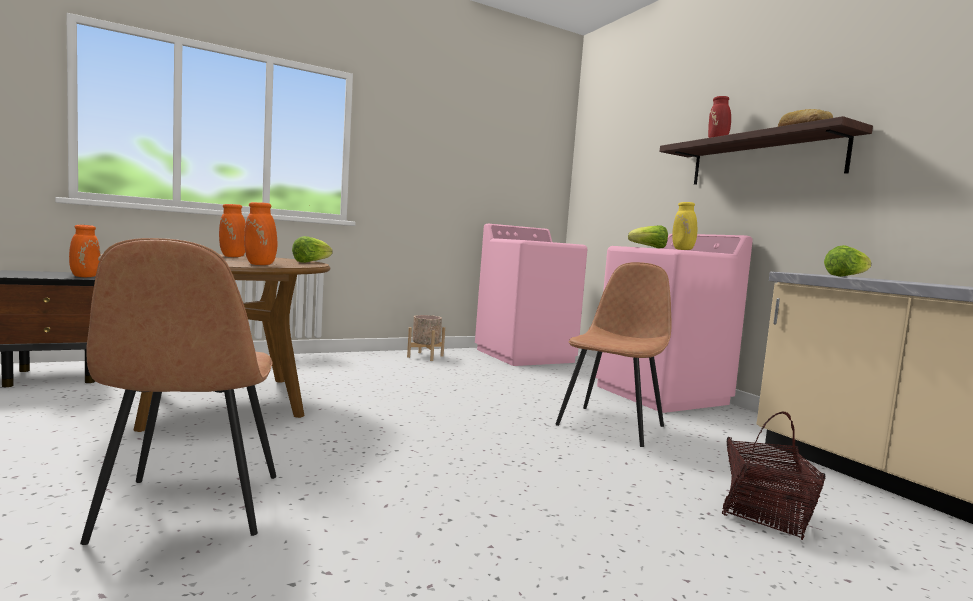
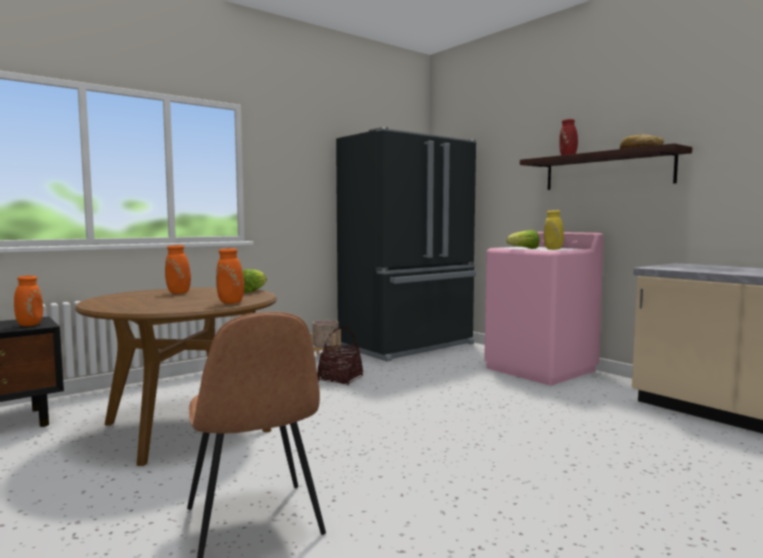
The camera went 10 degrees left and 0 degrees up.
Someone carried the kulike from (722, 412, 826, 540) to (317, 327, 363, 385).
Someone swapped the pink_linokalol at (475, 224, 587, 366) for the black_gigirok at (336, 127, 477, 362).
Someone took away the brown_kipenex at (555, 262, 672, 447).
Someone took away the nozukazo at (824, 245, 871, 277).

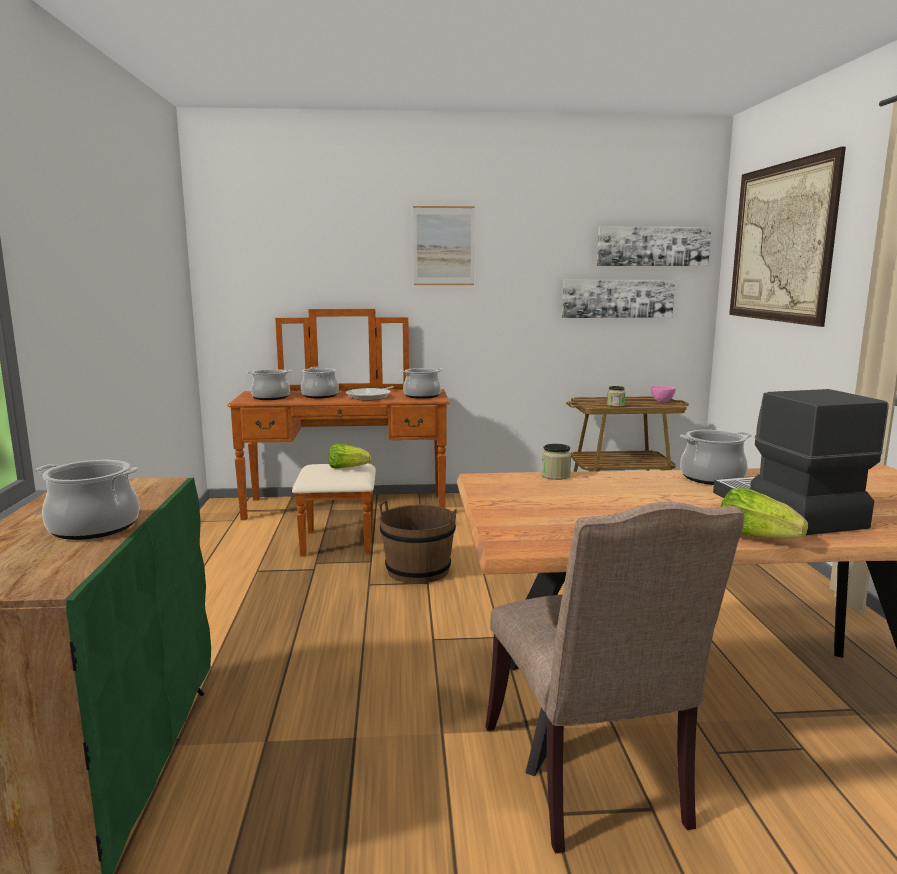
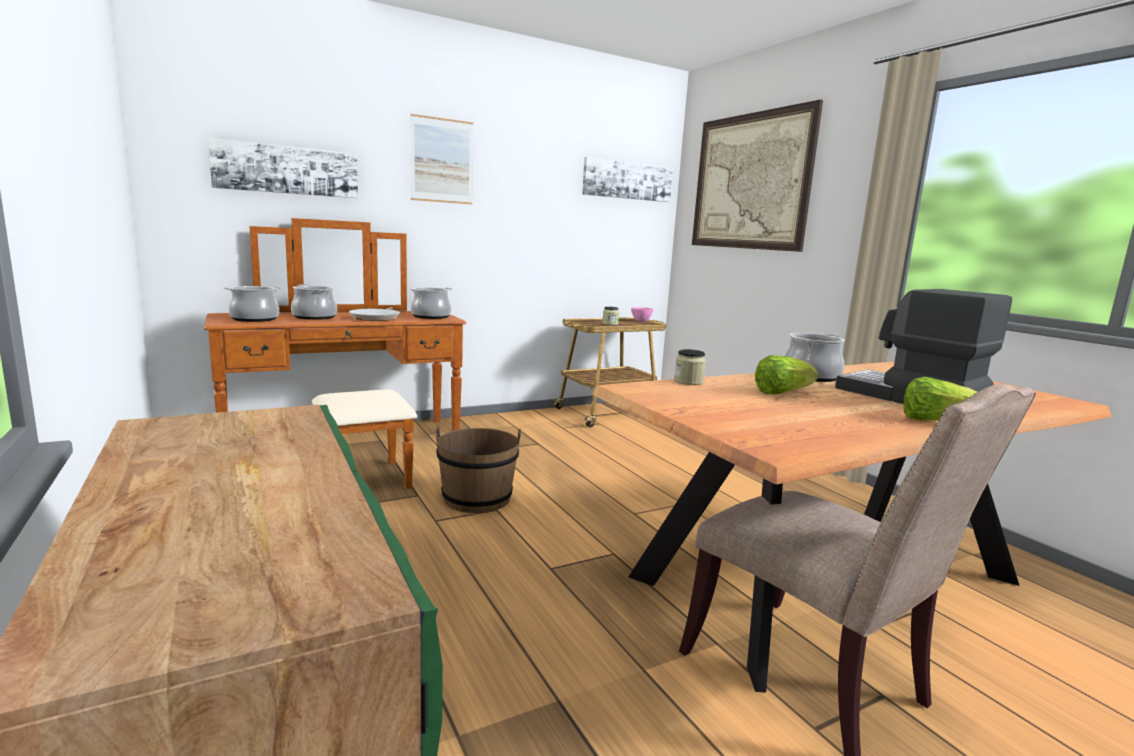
The camera went 25 degrees left and 0 degrees up.
Someone carried the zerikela from (562, 280, 675, 318) to (208, 138, 358, 198).
Someone carried the nozukazo from (328, 444, 371, 469) to (755, 355, 818, 395).
Someone took away the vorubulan at (35, 460, 139, 540).

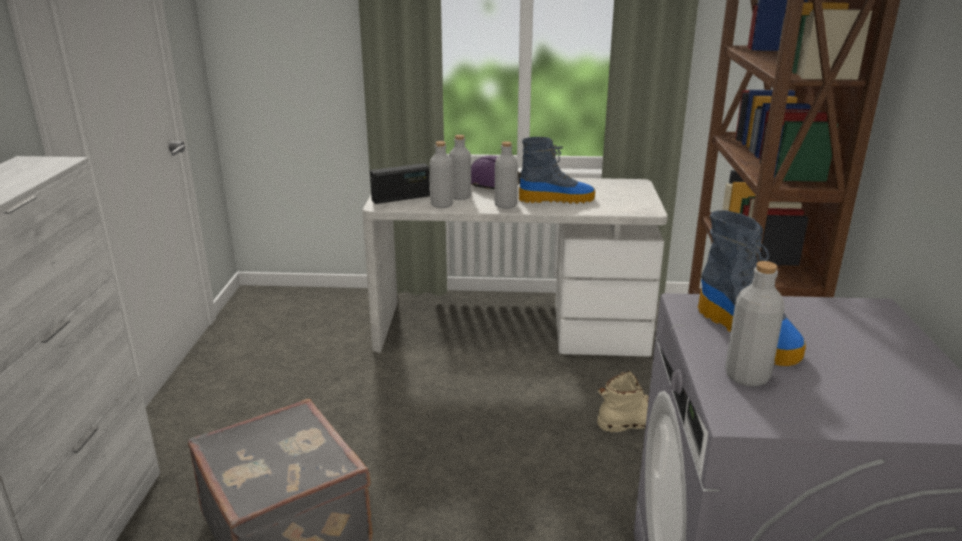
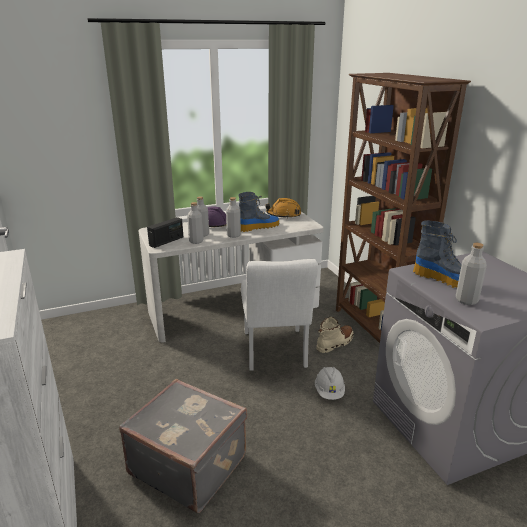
The camera went 25 degrees left and 0 degrees up.
Someone put down the white_kipenex at (241, 259, 318, 371).
Someone put down the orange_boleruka at (265, 198, 301, 219).
Someone put down the white_boleruka at (315, 367, 345, 400).

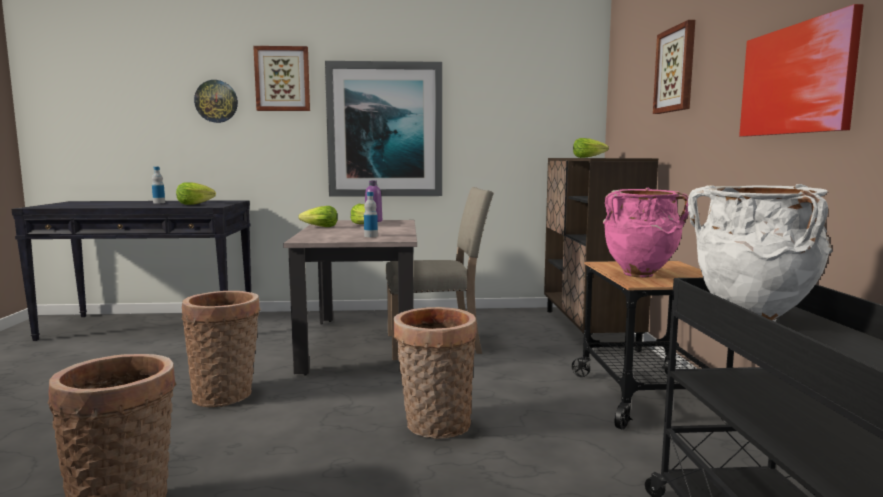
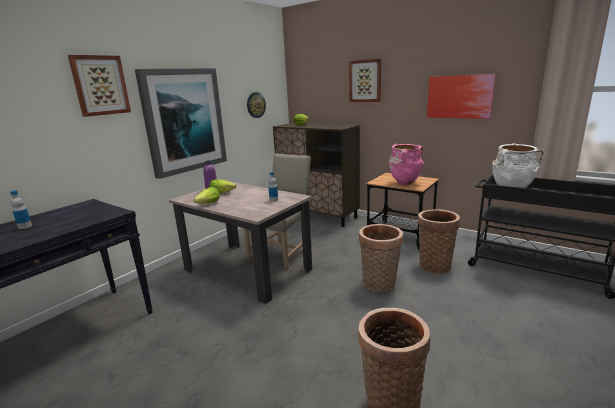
The camera went 50 degrees left and 10 degrees up.
Someone carried the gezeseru from (194, 80, 238, 123) to (247, 92, 266, 118).
Someone carried the kulike from (182, 291, 261, 407) to (418, 209, 460, 274).
Someone took away the nozukazo at (176, 182, 216, 205).

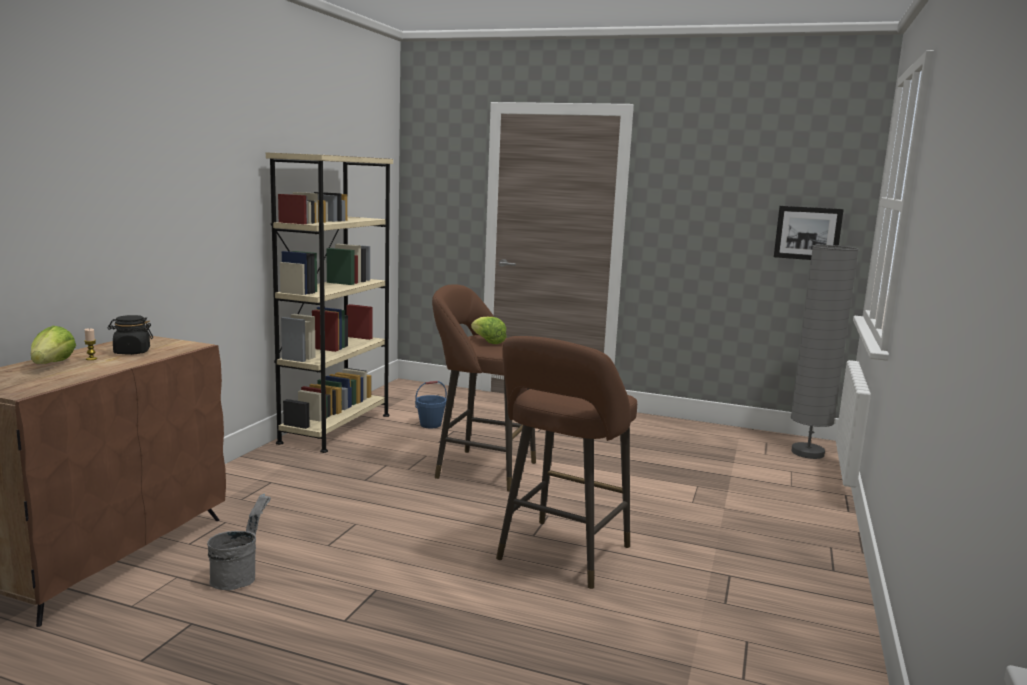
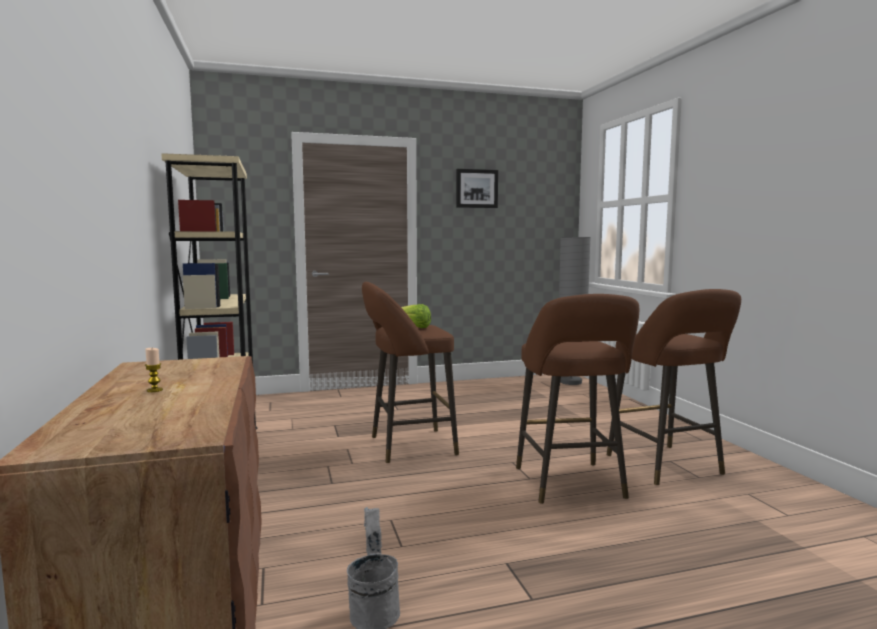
The camera went 35 degrees left and 5 degrees down.
Someone carried the zerikela from (774, 206, 844, 260) to (456, 169, 498, 208).
Someone put down the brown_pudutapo at (607, 289, 741, 485).
Someone took away the nozukazo at (31, 326, 76, 364).
Someone took away the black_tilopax at (108, 315, 153, 355).
Someone took away the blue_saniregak at (415, 381, 447, 428).

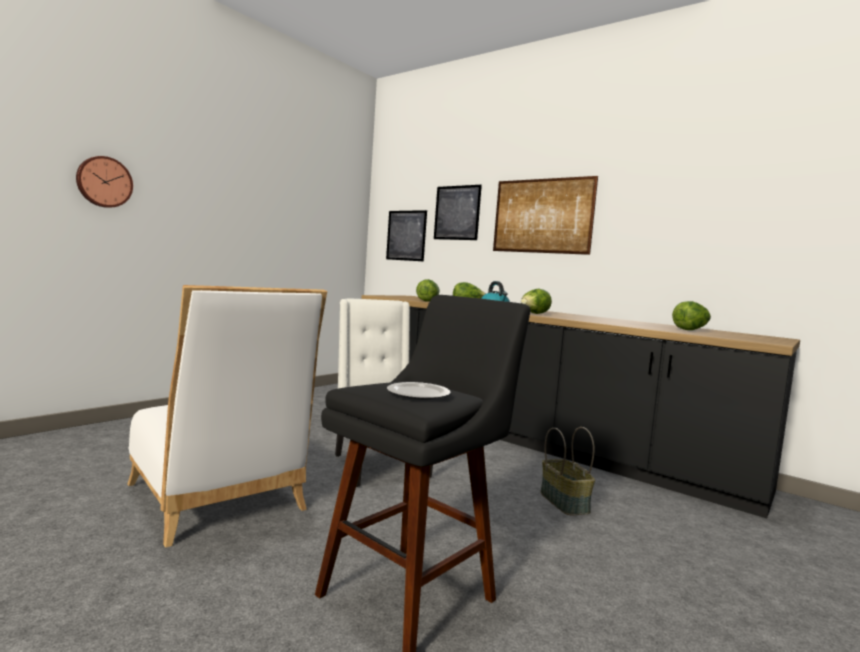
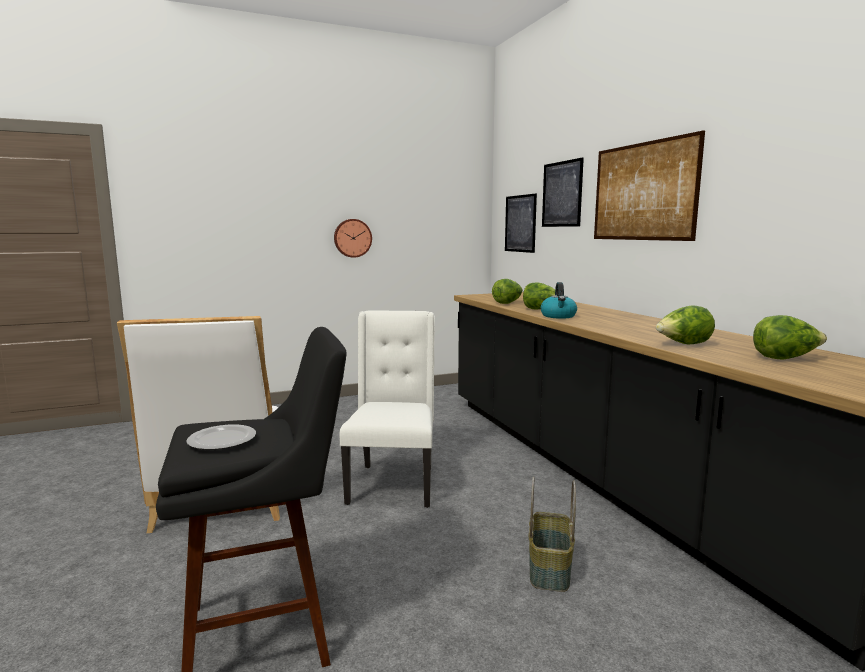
The camera went 30 degrees right and 5 degrees up.
Someone carried the gezeseru from (76, 156, 133, 208) to (334, 219, 372, 258).
Someone carried the nozukazo from (521, 289, 552, 314) to (656, 306, 715, 345).

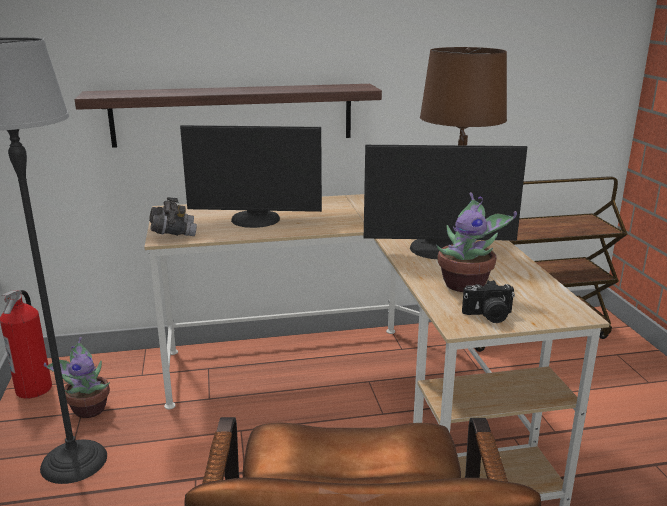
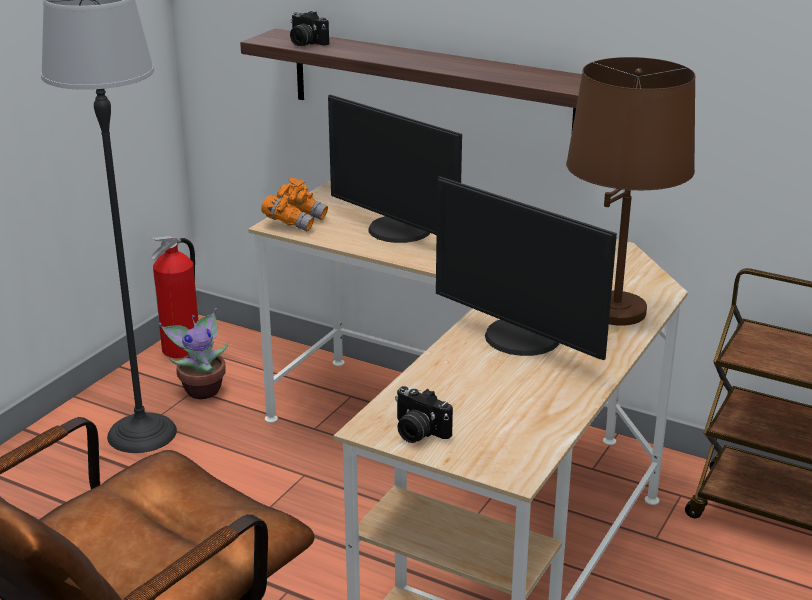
The camera went 40 degrees right and 5 degrees up.
Someone repainted the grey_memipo at (149, 197, 197, 236), which became the orange_memipo at (261, 178, 328, 232).
Someone put down the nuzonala at (290, 11, 329, 46).
Someone took away the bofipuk at (436, 192, 517, 292).

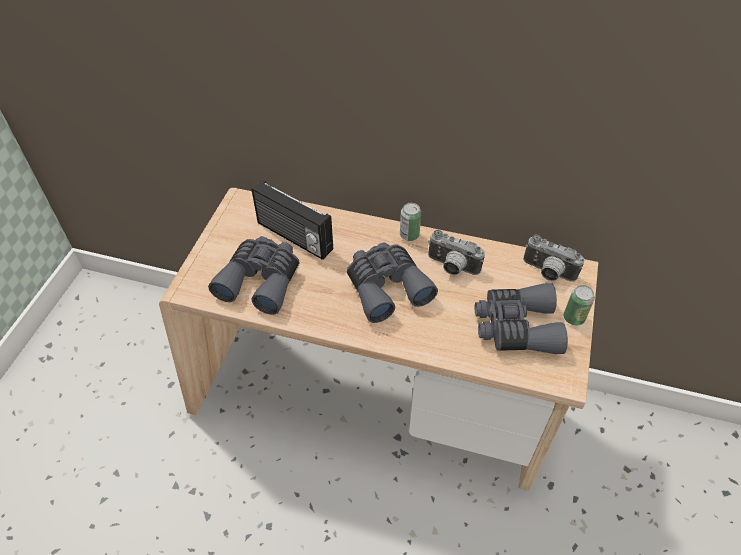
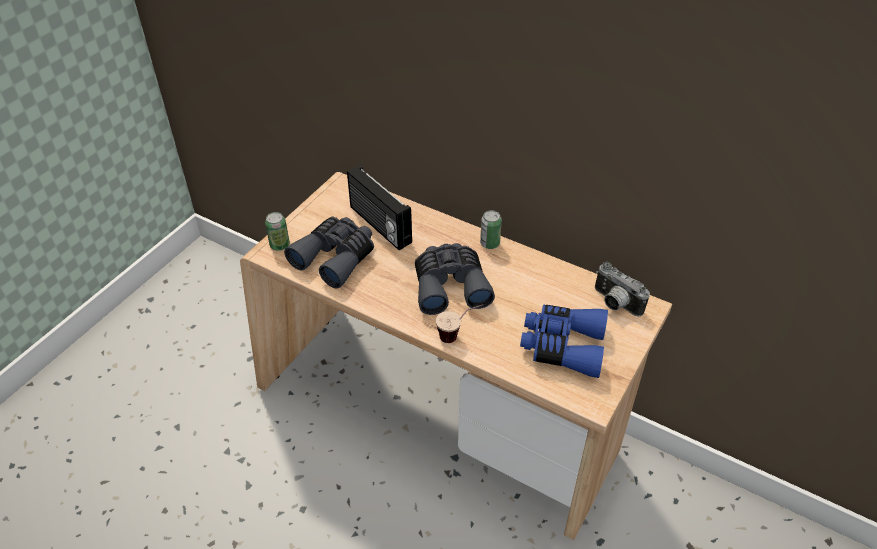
The camera went 15 degrees right and 5 degrees down.
Someone carried the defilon from (564, 285, 595, 326) to (265, 212, 290, 251).
Someone put down the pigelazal at (436, 304, 483, 343).
Someone repainted the grey_memipo at (475, 283, 568, 354), which became the blue_memipo at (520, 305, 608, 378).
Someone took away the nuzonala at (428, 230, 485, 275).

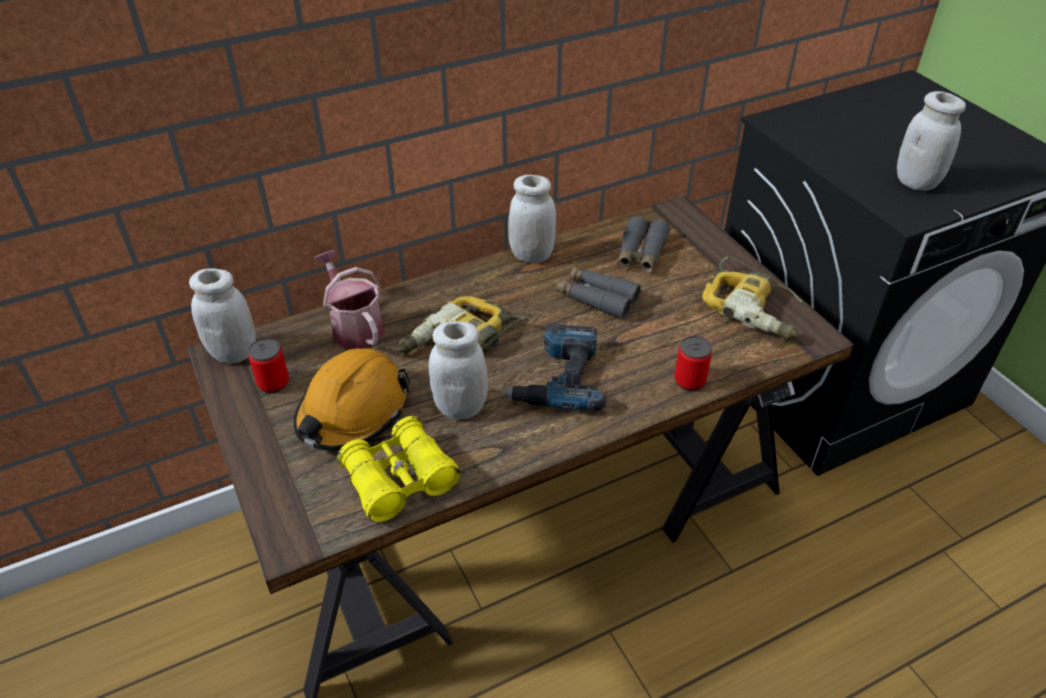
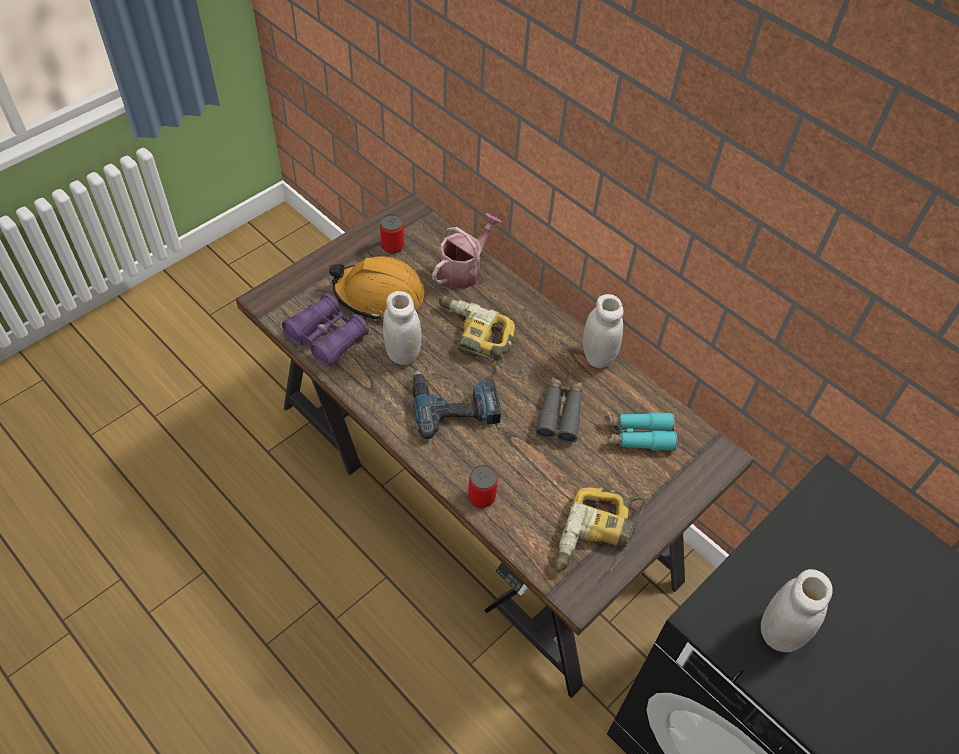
The camera went 70 degrees right and 10 degrees up.
Someone repainted the yellow_memipo at (337, 416, 460, 522), which became the purple_memipo at (282, 293, 369, 367).
Someone repainted the grey_memipo at (617, 216, 670, 273), which became the turquoise_memipo at (605, 412, 677, 451).
Someone took away the white_tilopax at (189, 268, 256, 363).

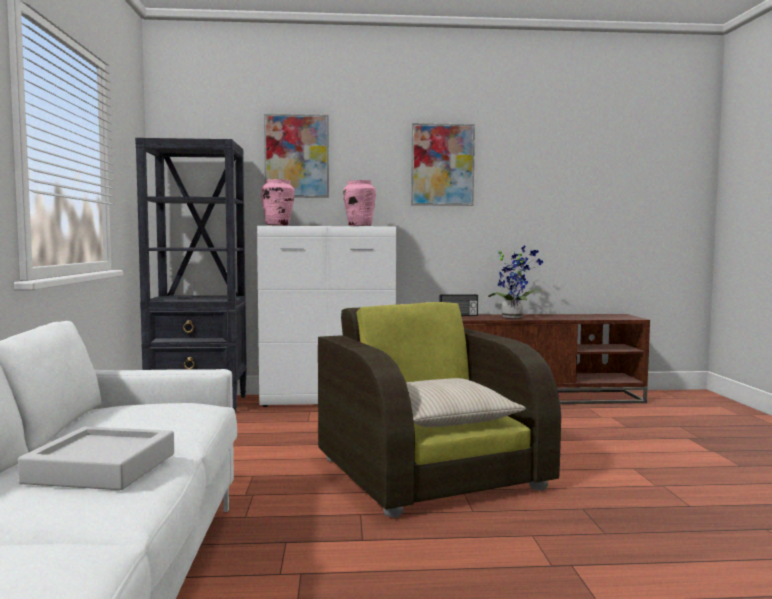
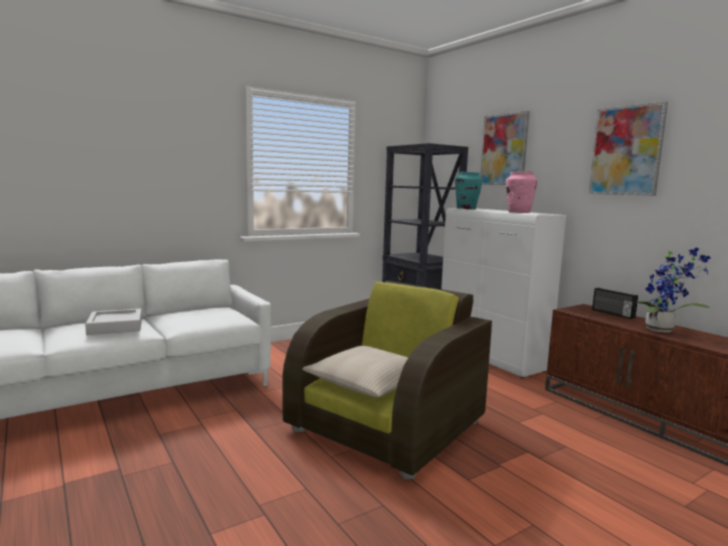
The camera went 60 degrees right and 5 degrees up.
Someone repainted the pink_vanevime at (261, 179, 295, 226), which became the turquoise_vanevime at (455, 172, 482, 209).

